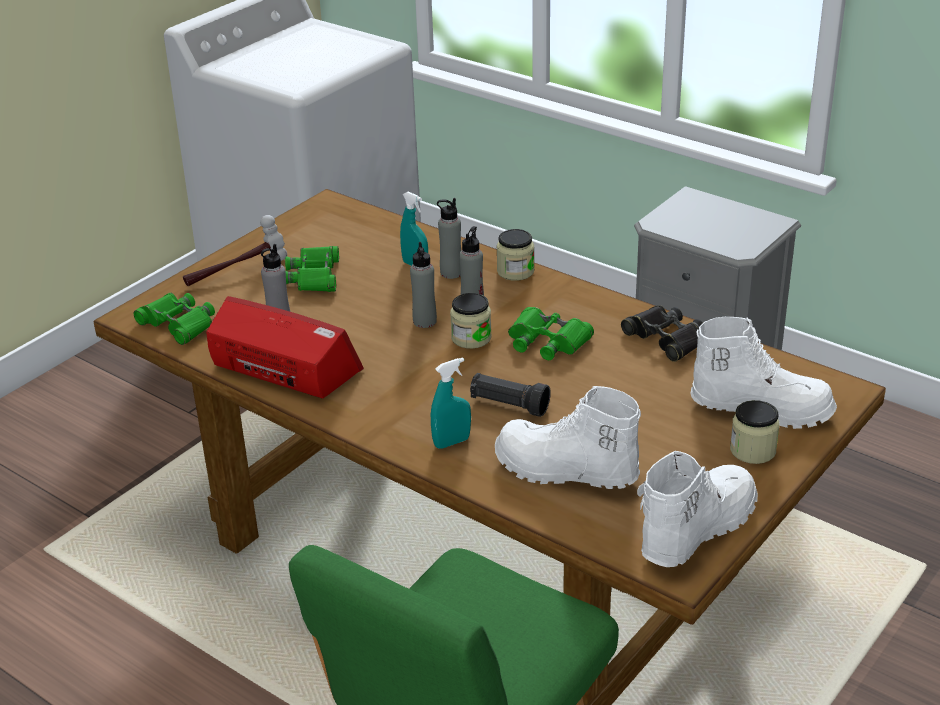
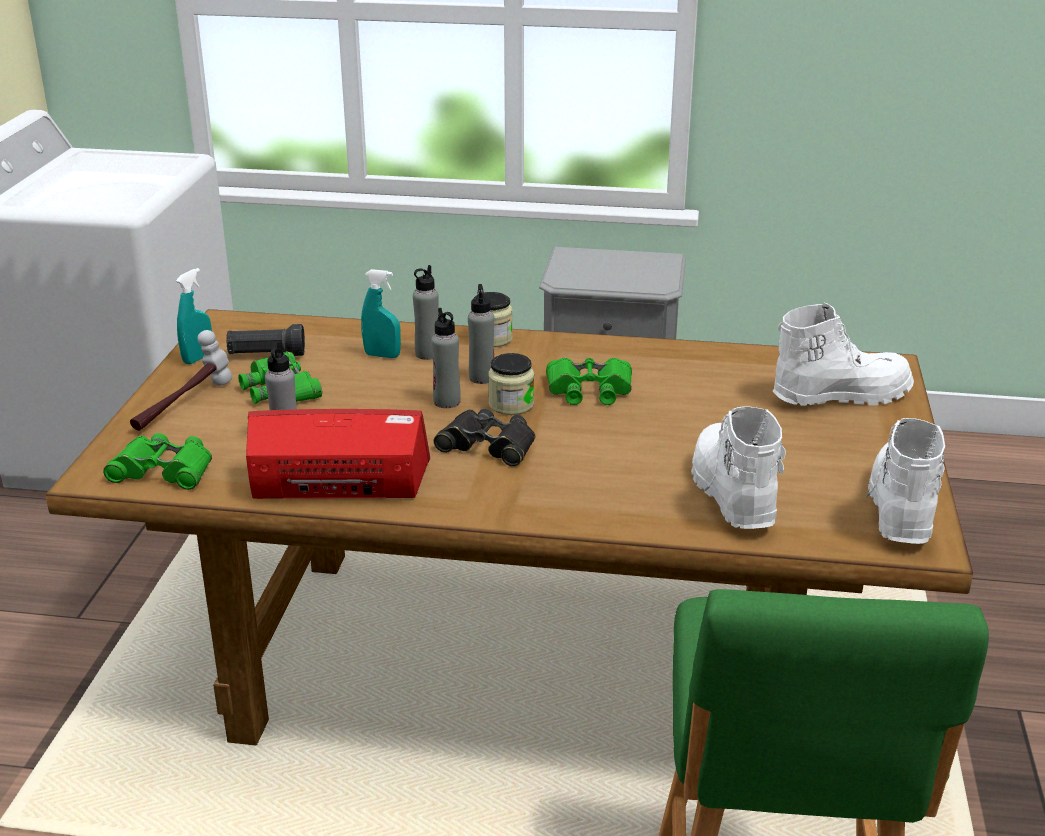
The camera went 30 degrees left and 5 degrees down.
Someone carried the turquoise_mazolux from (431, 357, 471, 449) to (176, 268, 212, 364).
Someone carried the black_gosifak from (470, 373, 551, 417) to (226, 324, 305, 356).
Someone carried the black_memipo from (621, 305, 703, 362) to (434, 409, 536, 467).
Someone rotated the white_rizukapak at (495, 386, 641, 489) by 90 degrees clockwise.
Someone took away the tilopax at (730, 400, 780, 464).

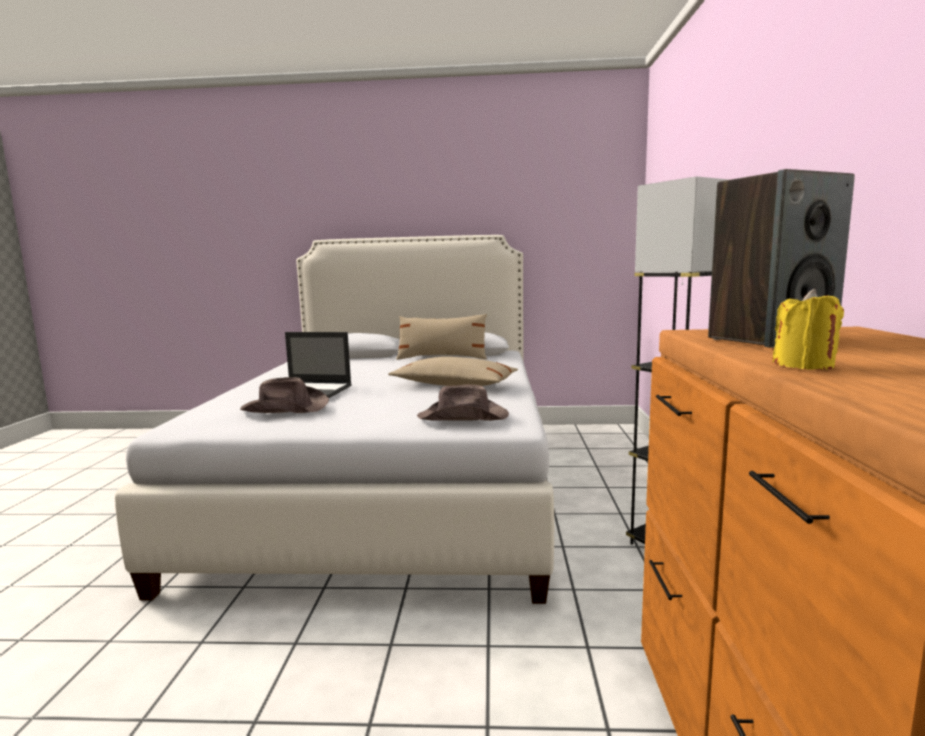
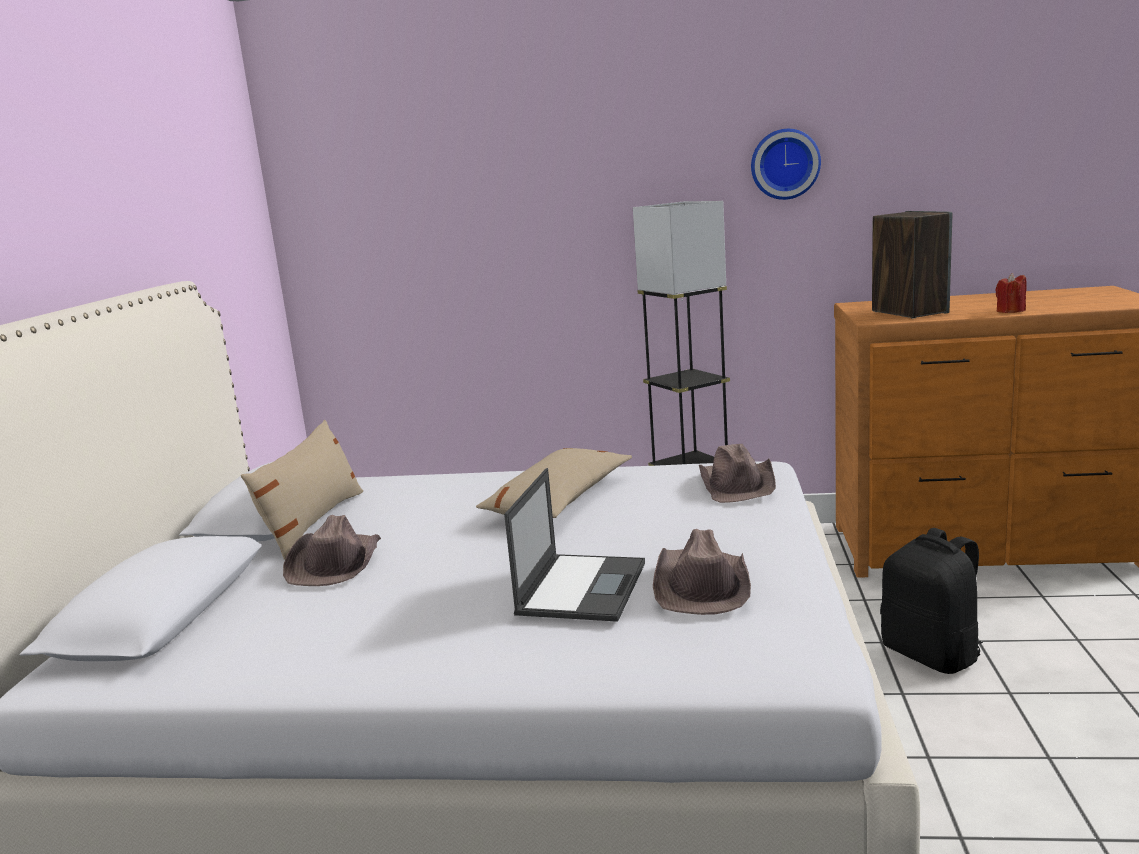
The camera went 85 degrees left and 5 degrees up.
Someone put down the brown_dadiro at (283, 515, 381, 586).
Someone put up the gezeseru at (751, 129, 821, 200).
Someone put down the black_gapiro at (880, 528, 983, 674).
Someone repainted the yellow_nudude at (772, 288, 844, 370), which became the red_nudude at (995, 273, 1027, 313).

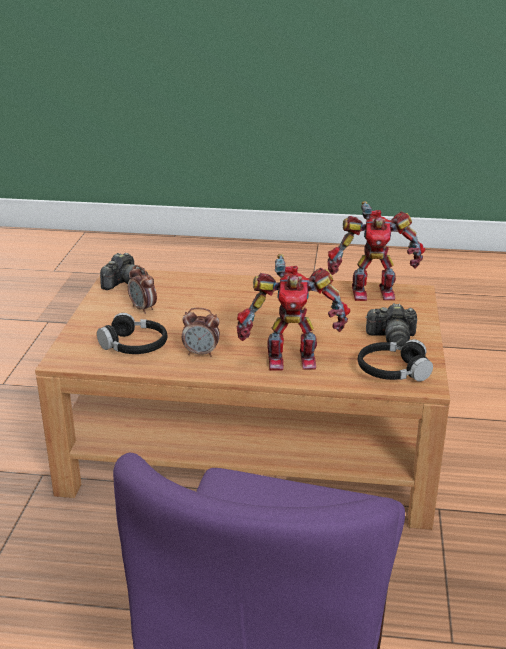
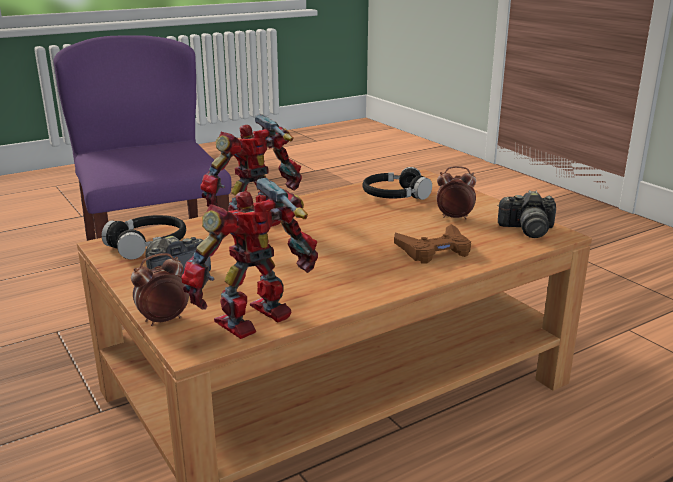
The camera went 140 degrees right and 5 degrees down.
Someone carried the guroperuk from (182, 308, 220, 357) to (131, 253, 189, 326).
Someone put down the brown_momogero at (394, 224, 471, 263).
Someone rotated the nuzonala at (100, 253, 148, 290) by 75 degrees counterclockwise.

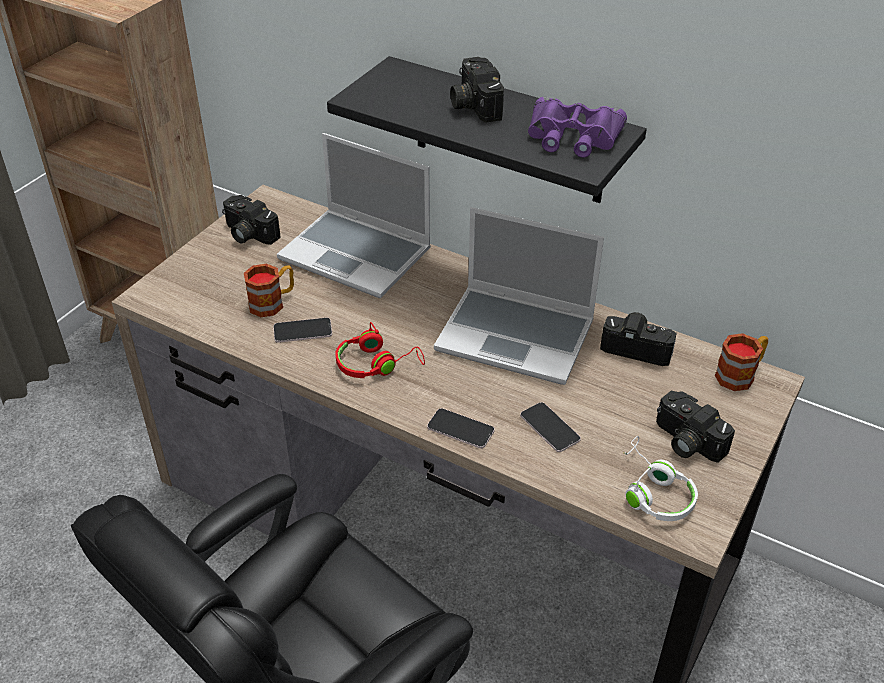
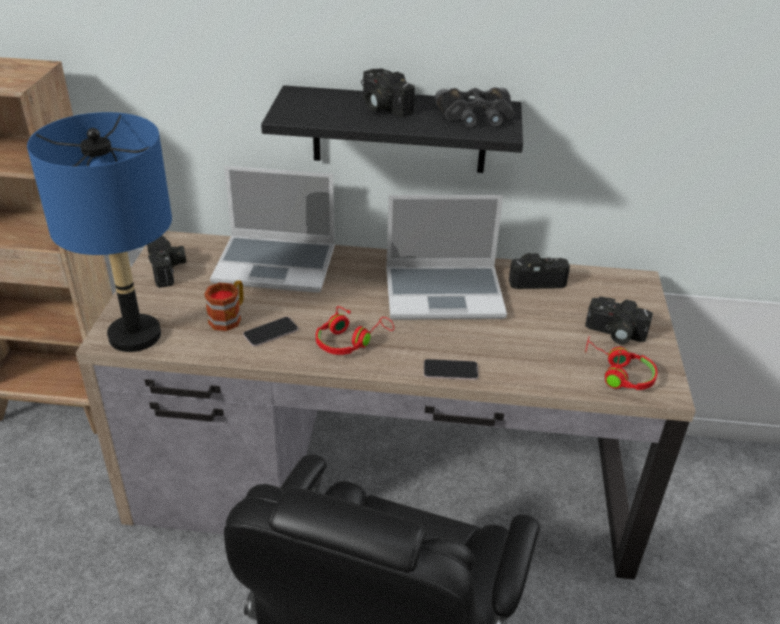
The camera went 25 degrees left and 5 degrees down.
Someone put down the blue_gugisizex at (27, 112, 172, 352).
Someone rotated the nuzonala at (222, 195, 280, 245) by 120 degrees counterclockwise.
Someone repainted the purple_memipo at (528, 97, 627, 158), which became the black_memipo at (435, 87, 514, 128).
Someone repainted the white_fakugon at (624, 436, 698, 521), which became the red_fakugon at (585, 336, 657, 390).
Someone took away the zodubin at (520, 402, 581, 452).
Someone took away the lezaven at (715, 333, 768, 391).

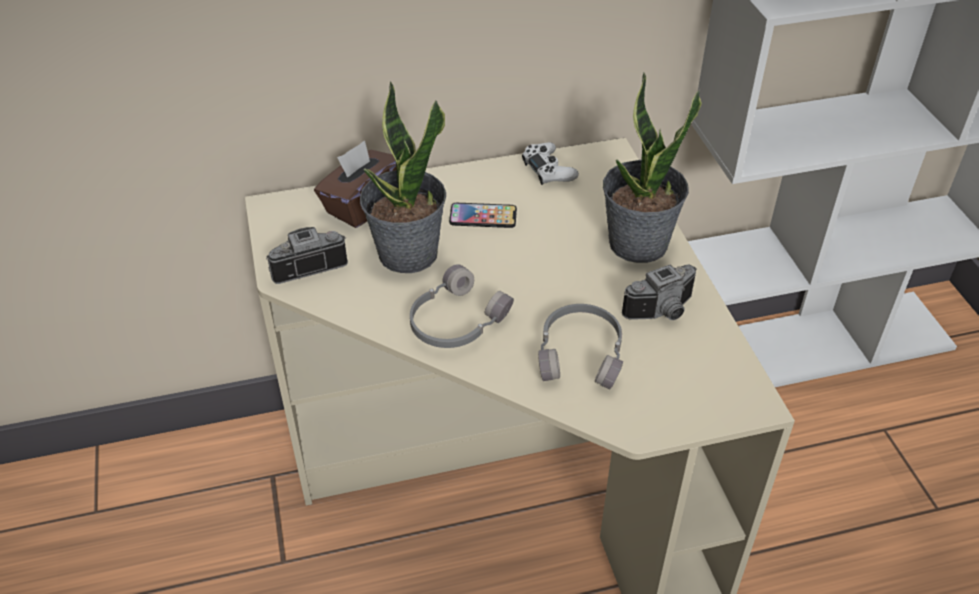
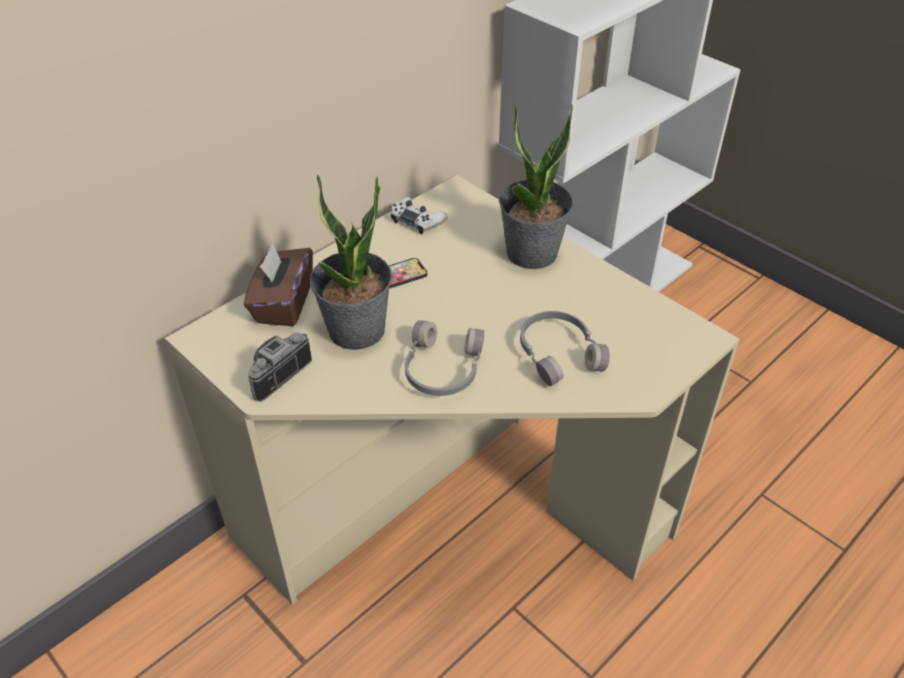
The camera went 30 degrees left and 0 degrees up.
Someone took away the nuzonala at (622, 264, 697, 320).

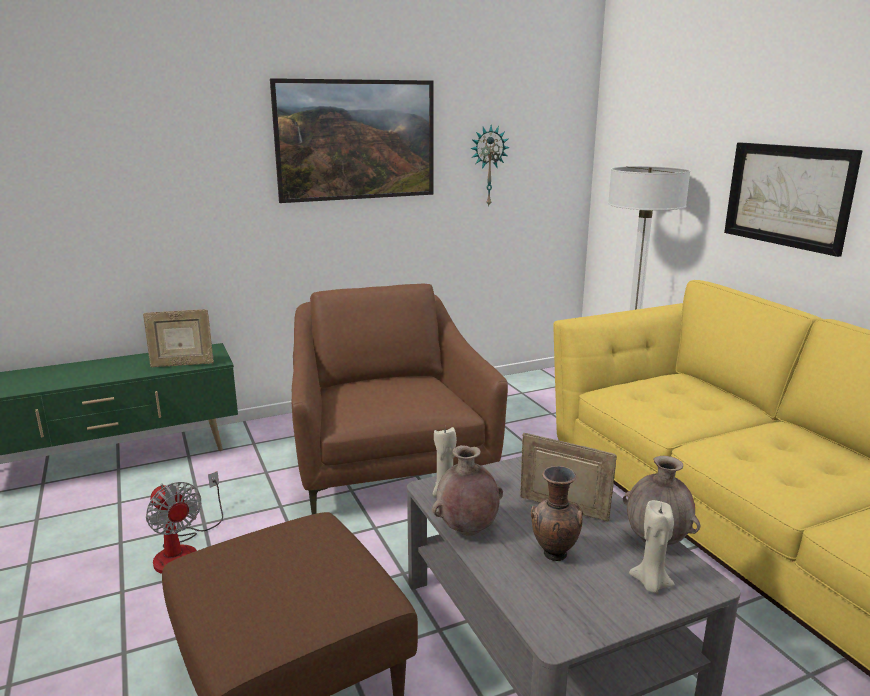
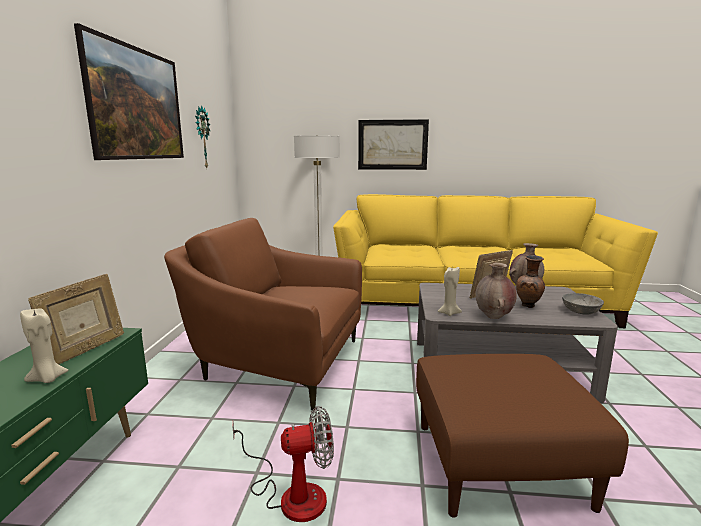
The camera went 60 degrees left and 5 degrees down.
Someone carried the beige_nudude from (629, 500, 675, 593) to (20, 308, 68, 383).
Someone put down the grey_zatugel at (562, 293, 604, 315).

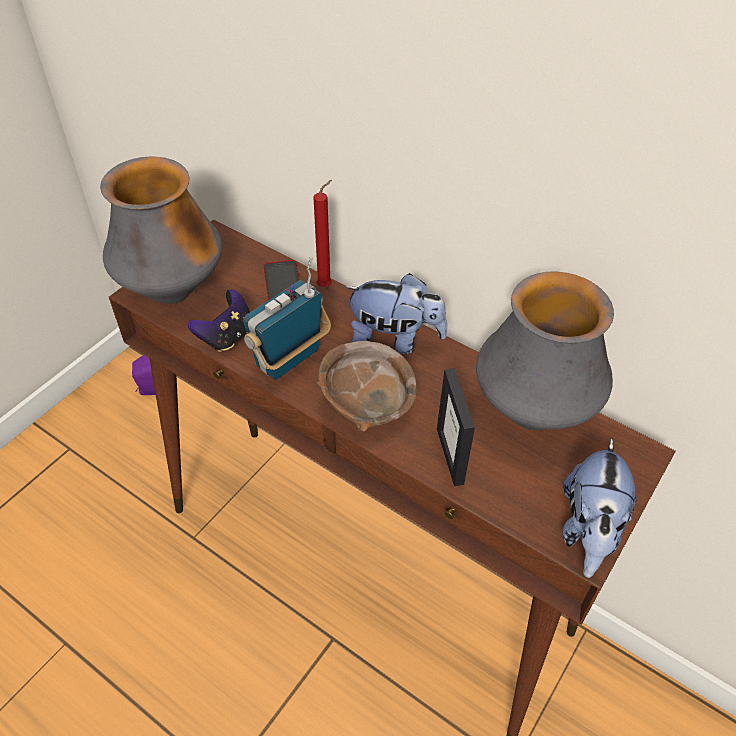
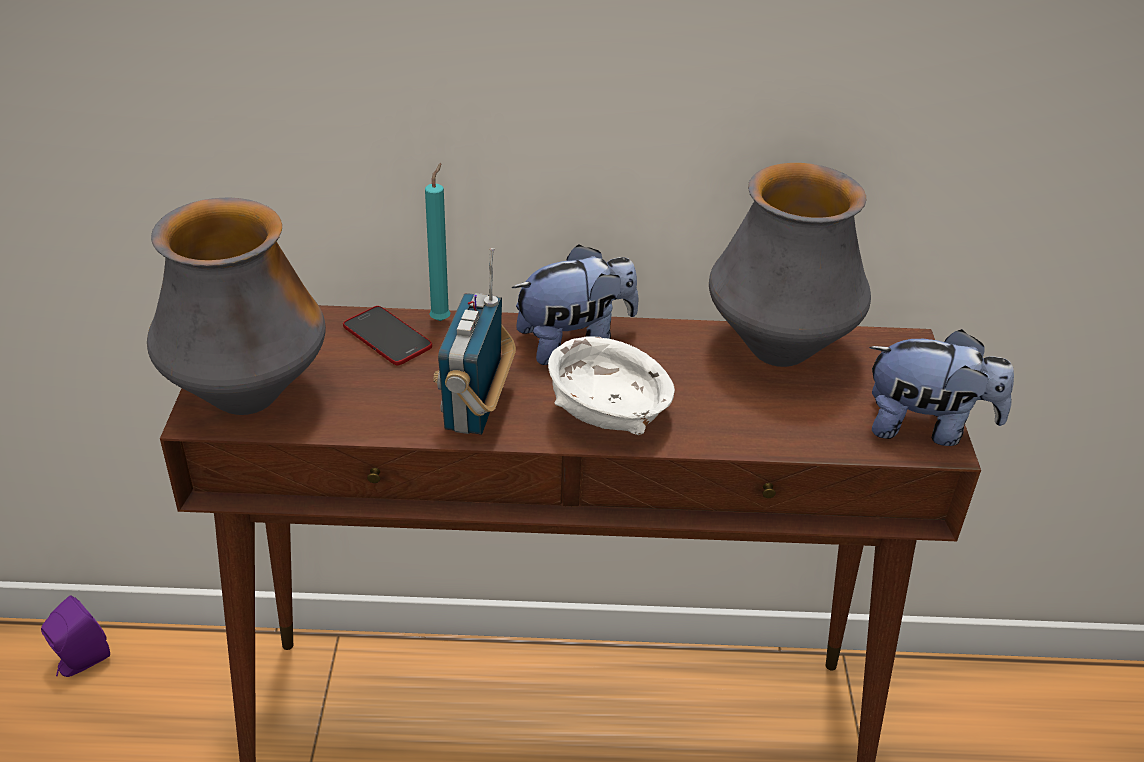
The camera went 35 degrees left and 10 degrees down.
Someone repainted the red_nudude at (313, 180, 332, 287), which became the turquoise_nudude at (425, 163, 451, 321).
Someone repainted the brown_zatugel at (317, 341, 416, 432), which became the white_zatugel at (548, 336, 675, 435).
Someone rotated the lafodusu at (562, 438, 638, 578) by 60 degrees counterclockwise.
Someone took away the momogero at (188, 290, 250, 352).
Someone took away the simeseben at (437, 368, 475, 486).

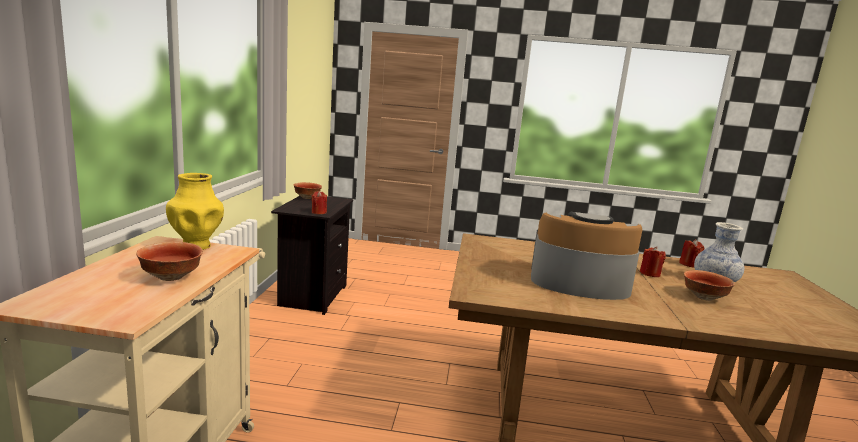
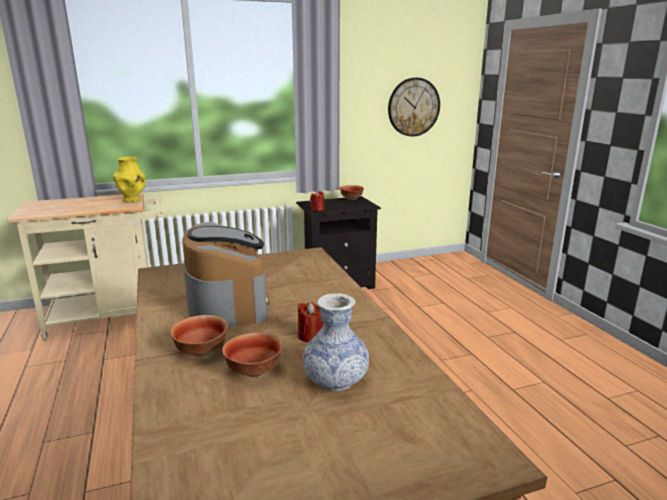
The camera went 65 degrees right and 5 degrees up.
Someone carried the zatugel from (136, 242, 203, 281) to (170, 315, 228, 356).
Someone put up the gezeseru at (388, 78, 440, 137).
Someone took away the red_nudude at (679, 239, 704, 268).

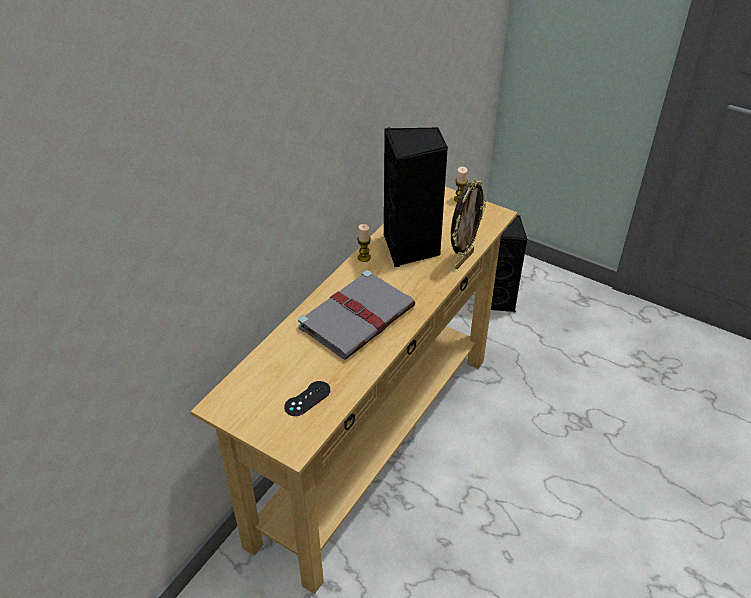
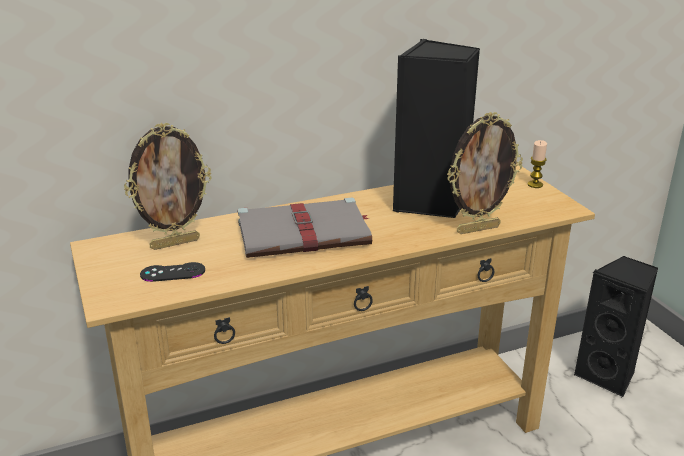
The camera went 35 degrees right and 15 degrees down.
Someone put down the simeseben at (124, 123, 212, 250).
Someone took away the nudude at (357, 224, 371, 262).

